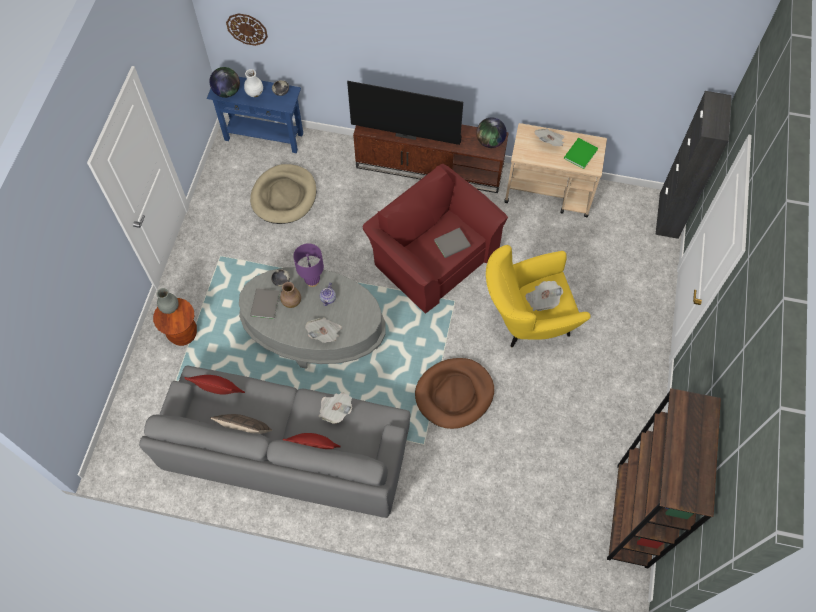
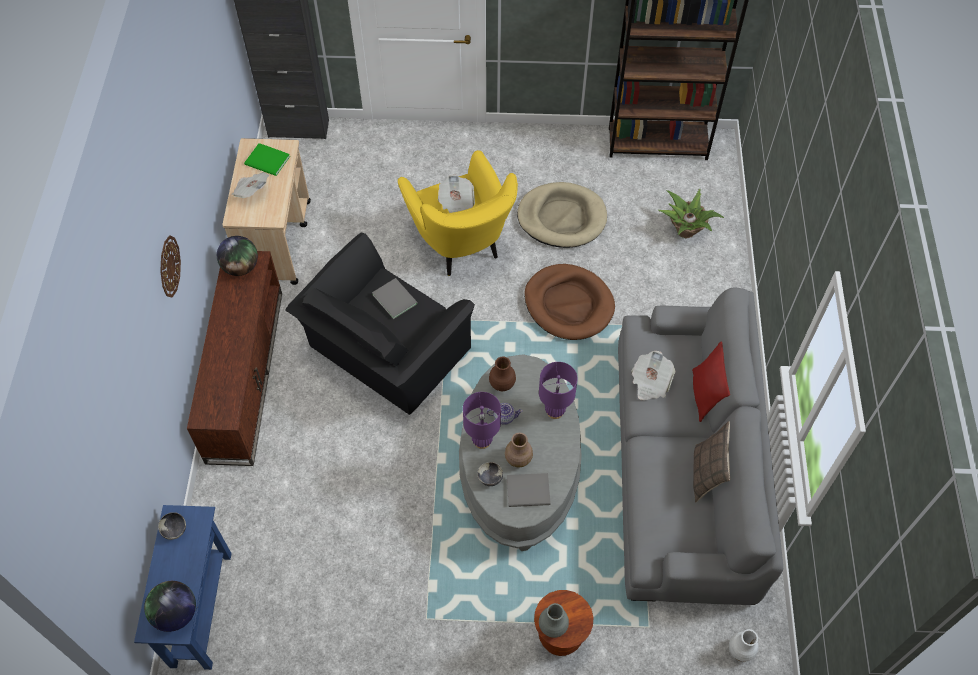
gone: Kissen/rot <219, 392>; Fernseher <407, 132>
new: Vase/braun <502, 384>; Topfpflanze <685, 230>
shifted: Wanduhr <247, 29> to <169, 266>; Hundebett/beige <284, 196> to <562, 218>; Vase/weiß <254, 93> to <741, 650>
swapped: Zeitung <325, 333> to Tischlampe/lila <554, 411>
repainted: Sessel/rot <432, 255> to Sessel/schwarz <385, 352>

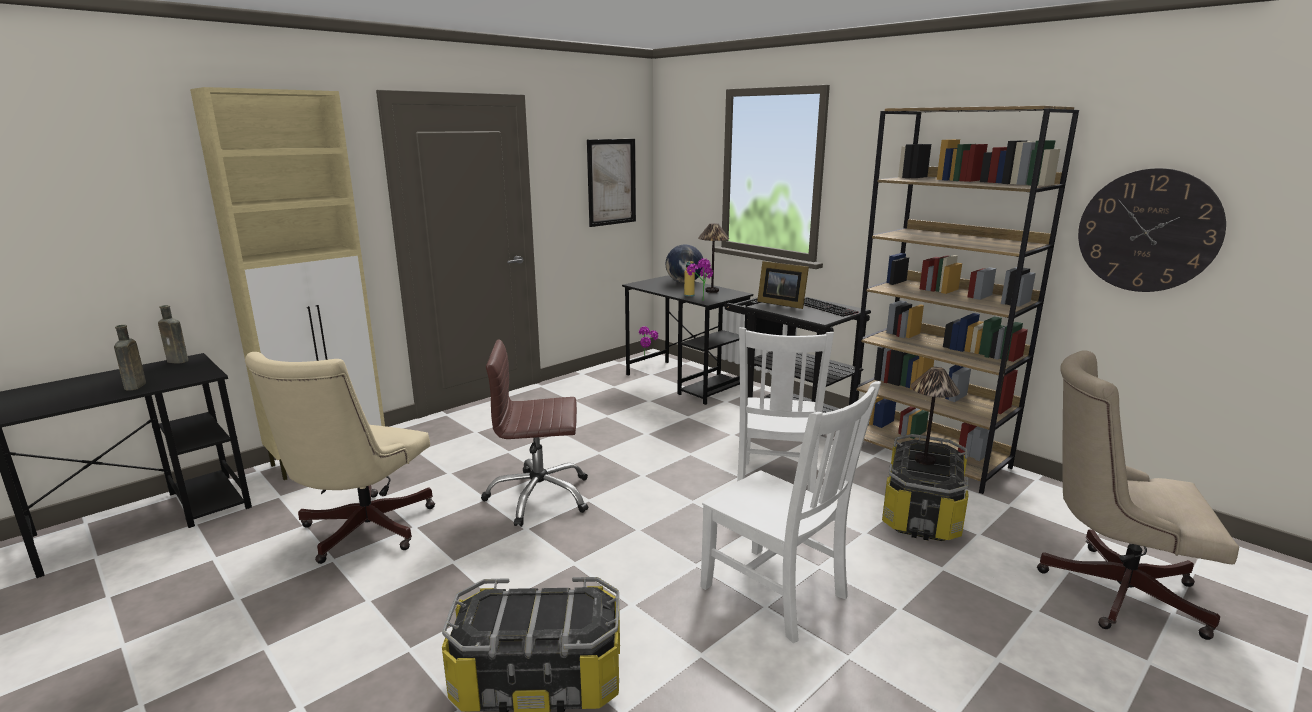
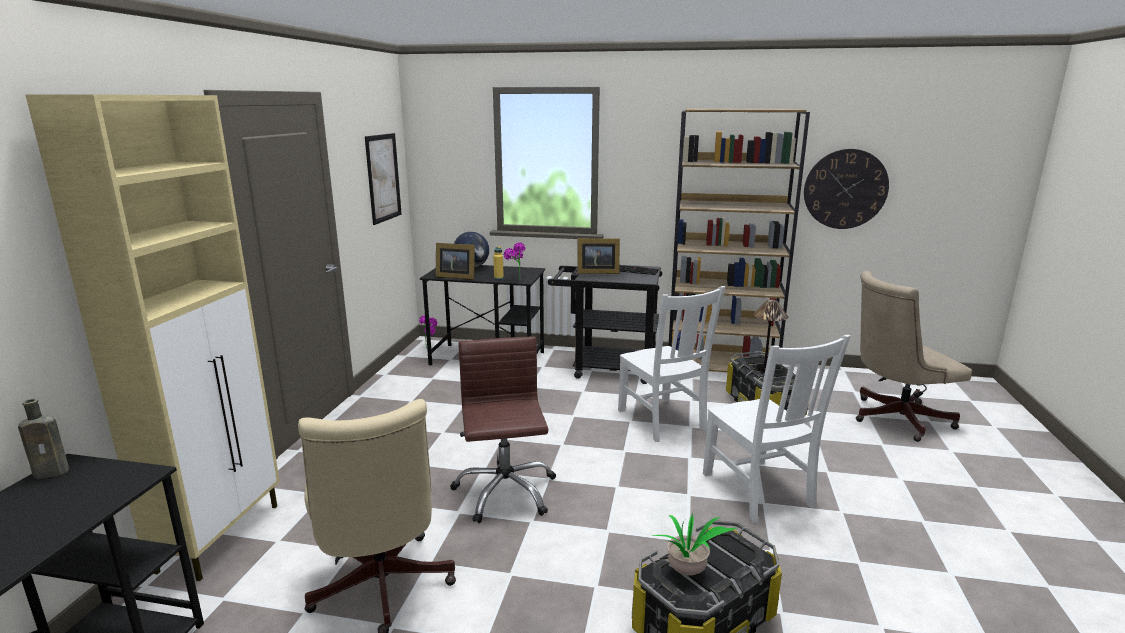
gone: Flasche/braun <134, 387>; Tischlampe <712, 291>
new: Bilderrahmen <455, 276>; Topfpflanze <688, 573>
rotated: Bürostuhl/braun <539, 497> = <504, 492> 120 degrees clockwise; Stuhl/weiß <777, 594> = <759, 492> 60 degrees clockwise

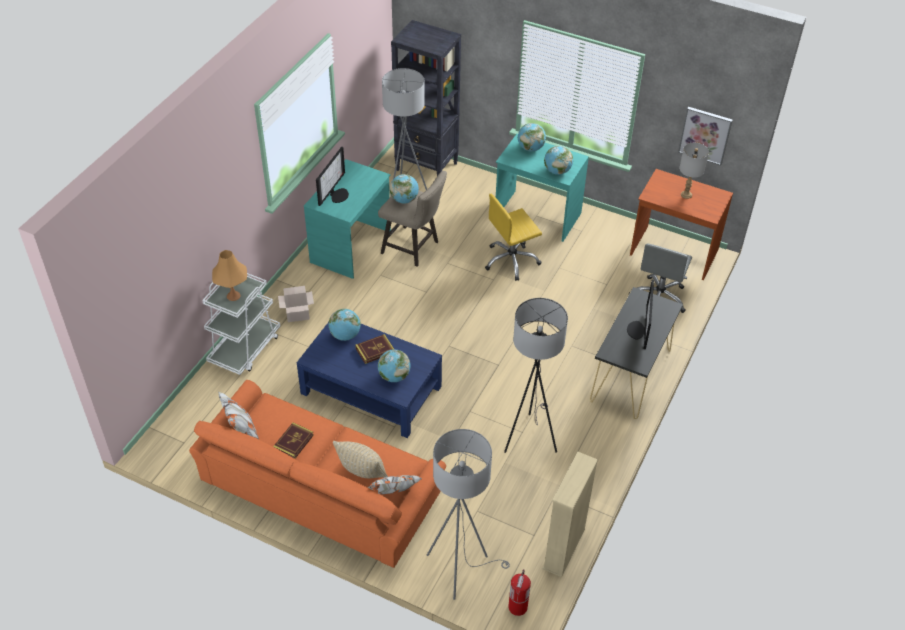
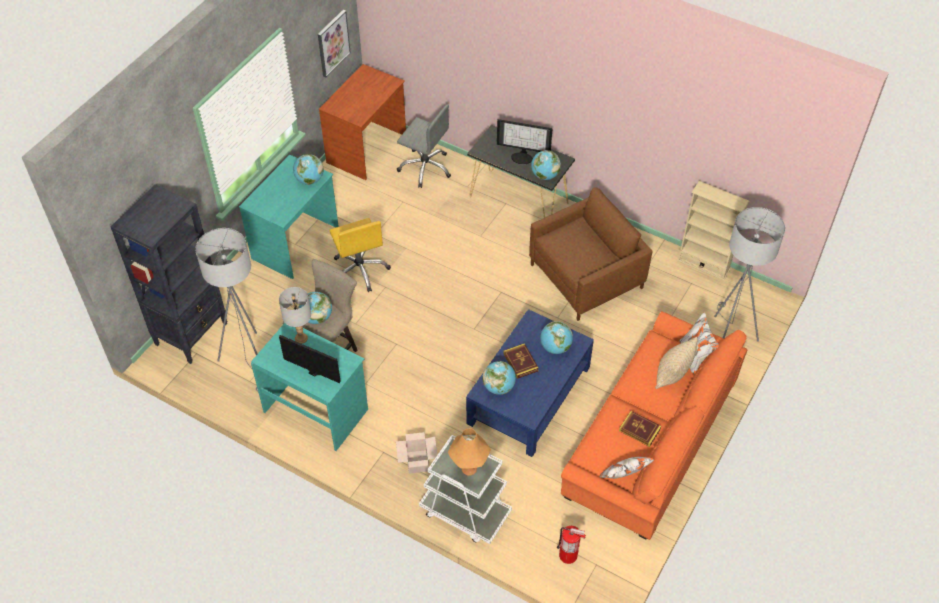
shifted: Tischlampe/grau <686, 194> to <301, 338>; Globus <530, 148> to <545, 175>; Feuerlöscher <517, 607> to <568, 555>
swapped: Stehlampe/grau <529, 435> to Sessel/braun <586, 276>

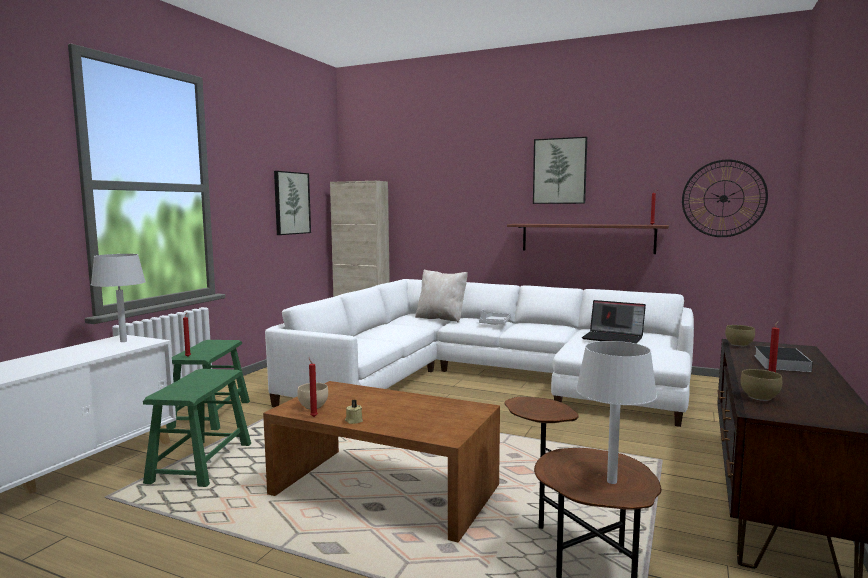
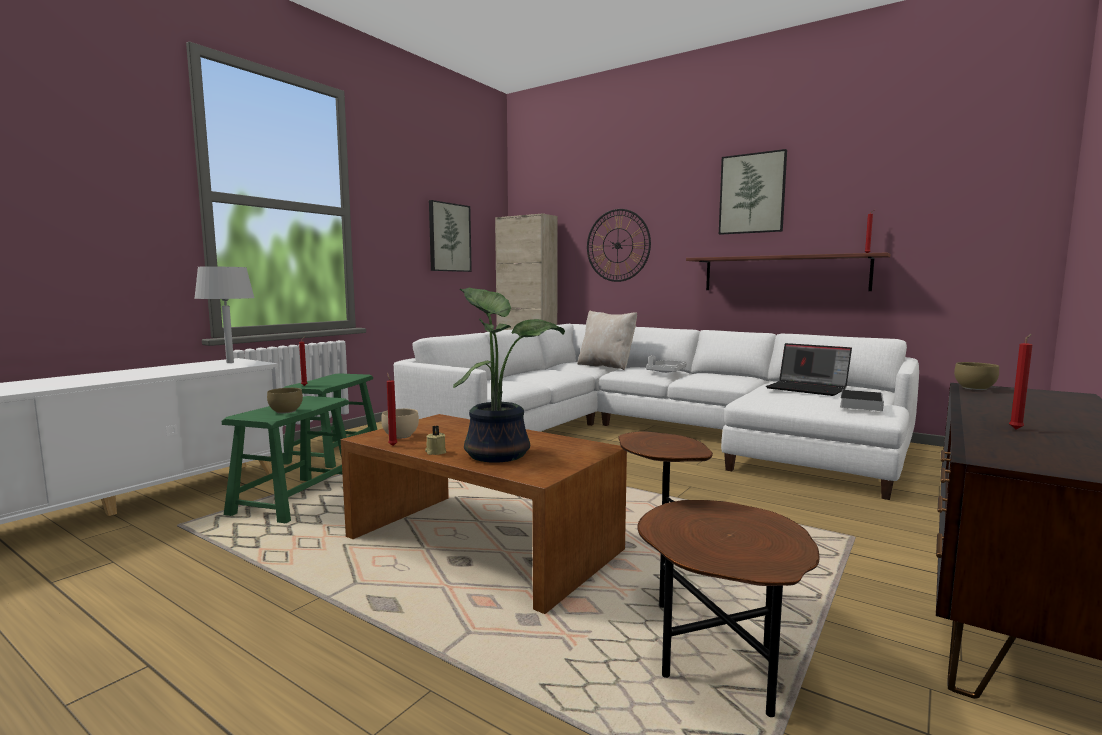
gone: Tischlampe/grau <612, 481>
new: Topfpflanze <498, 453>
shifted: Schüssel/braun <760, 397> to <287, 411>; Wanduhr <723, 198> to <617, 245>; Buch <780, 362> to <860, 404>

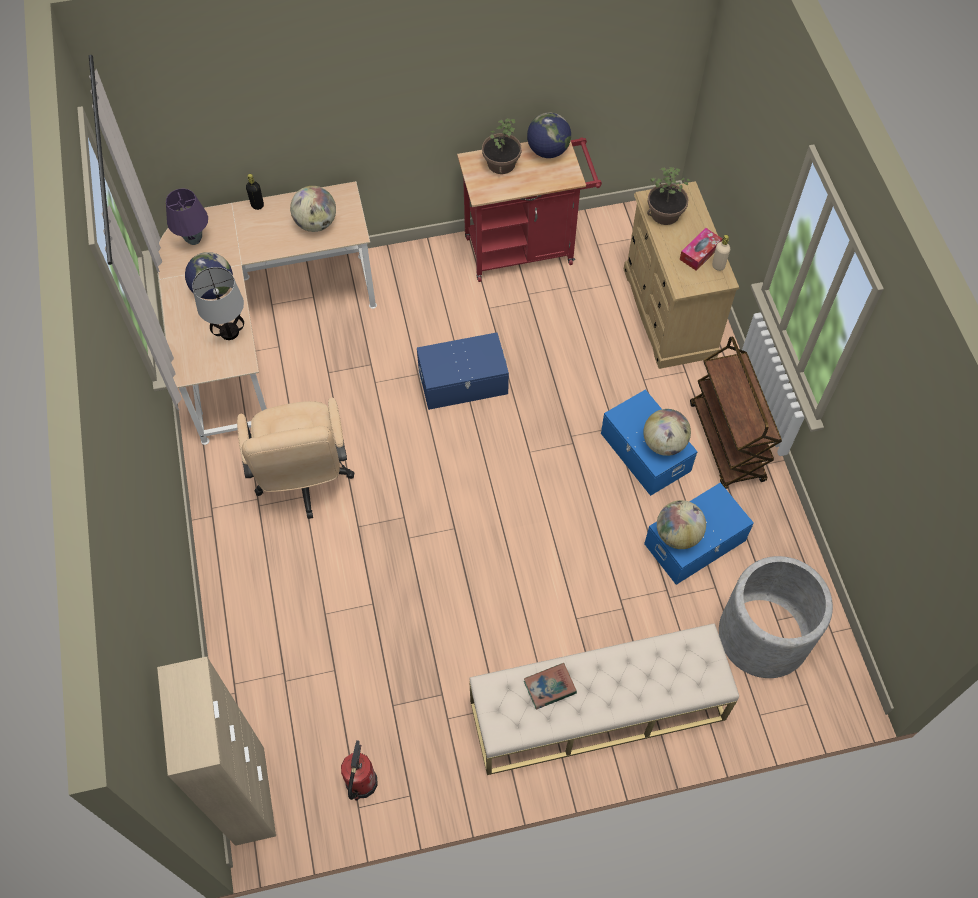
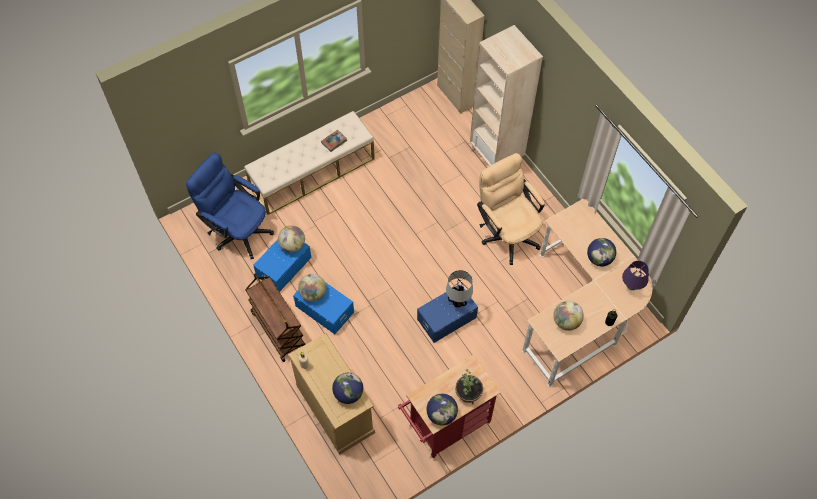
gone: Feuerlöscher <361, 783>; Taschentuchbox <699, 253>
new: Bücherregal/beige <496, 156>
shifted: Tischlampe <229, 332> to <458, 302>
swapped: Pflanzkübel/grau <763, 635> to Bürostuhl/blau <237, 230>; Topfpflanze <665, 214> to Globus <348, 393>

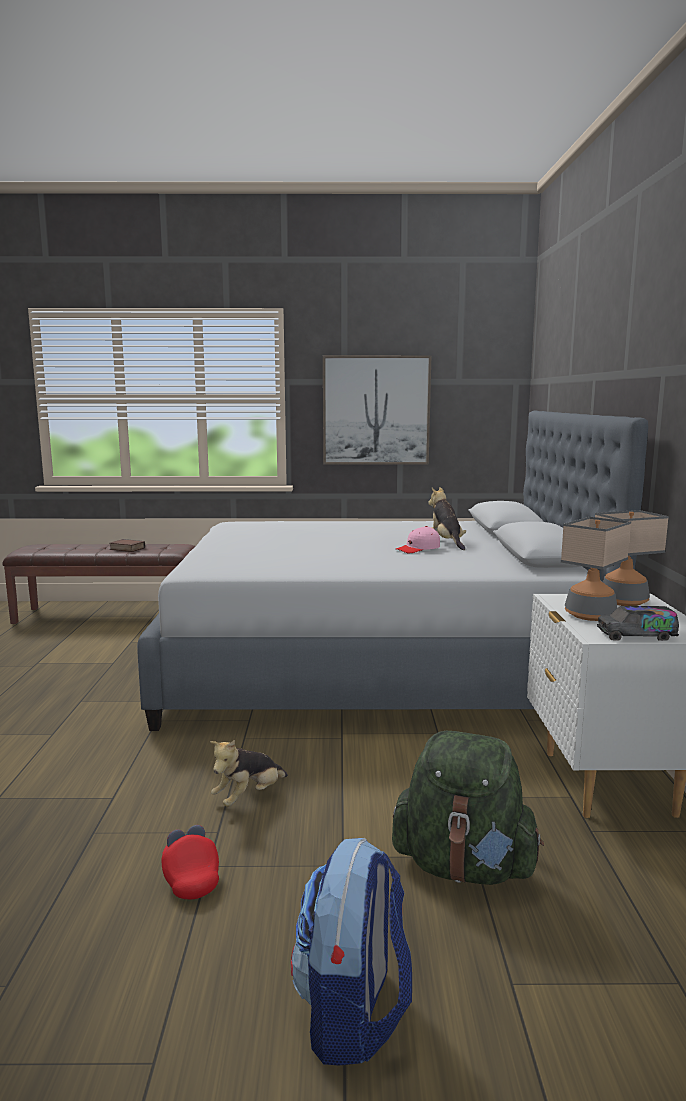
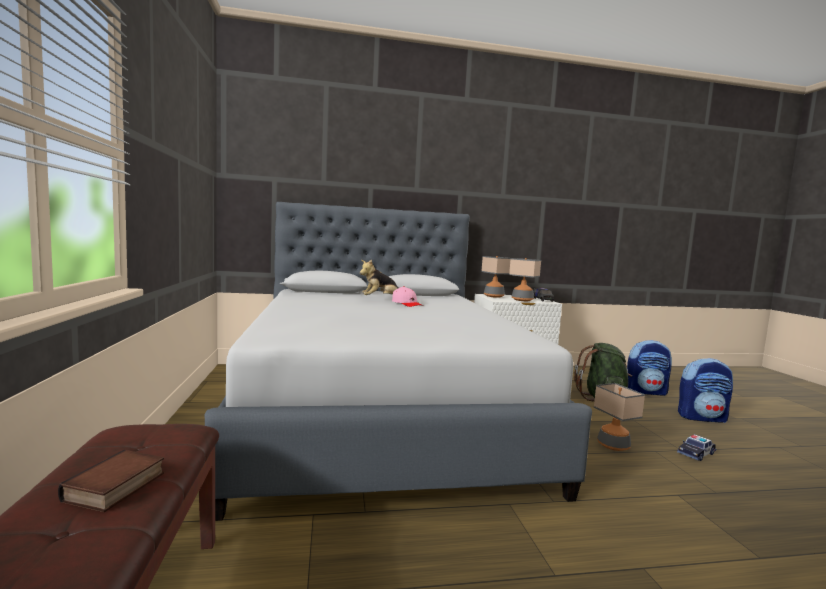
gone: Bild <376, 410>
new: Rucksack <646, 391>
swapped: Plüschtier <249, 797> to Tischlampe <613, 445>; Kappe/rot <190, 877> to Spielzeugauto <696, 453>

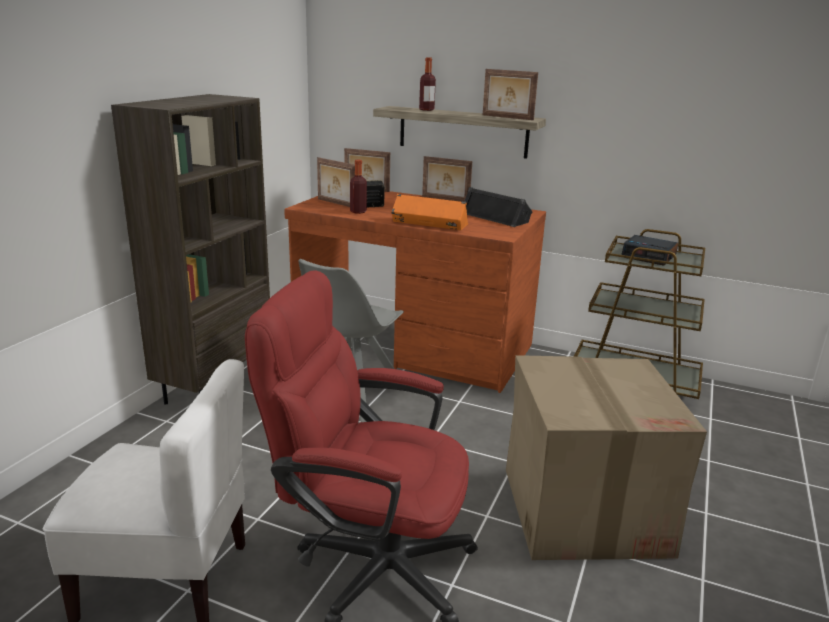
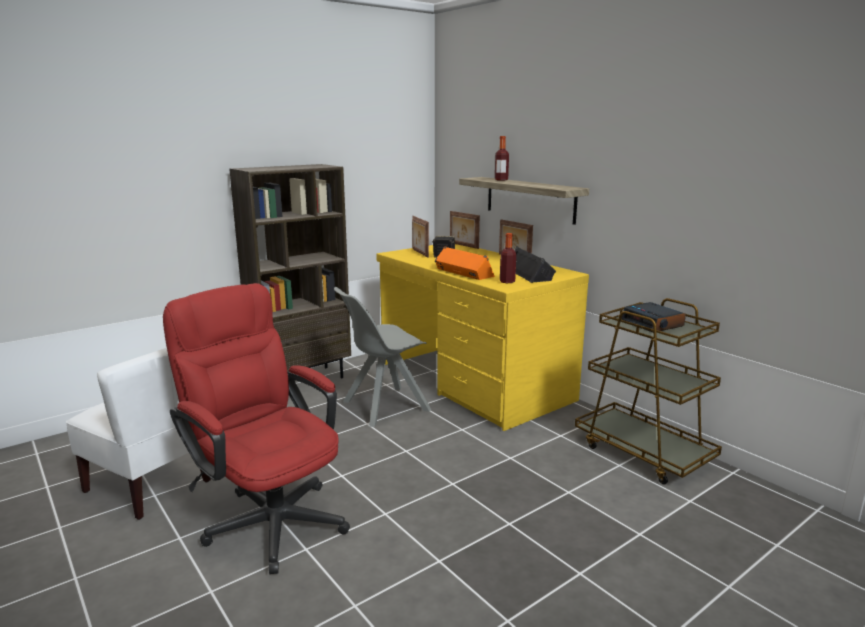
gone: Bilderrahmen <507, 117>; Karton <584, 509>
shifted: Flasche <358, 211> to <507, 281>
repainted: Schreibtisch/braun <413, 346> to Schreibtisch/gelb <473, 382>

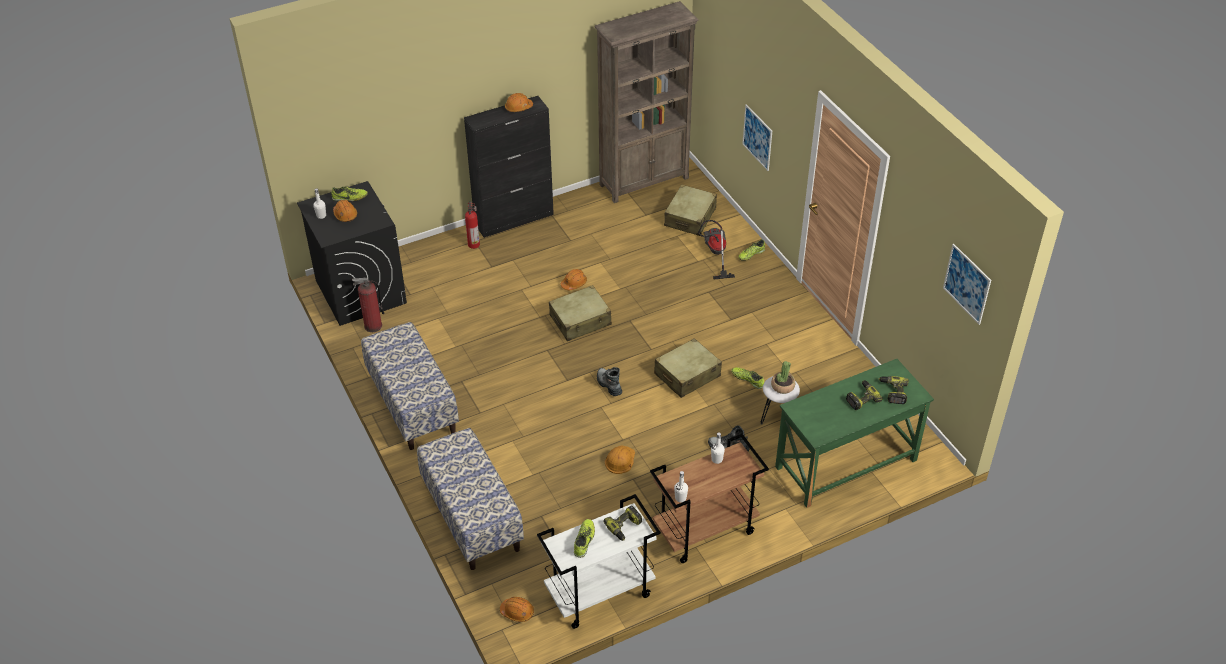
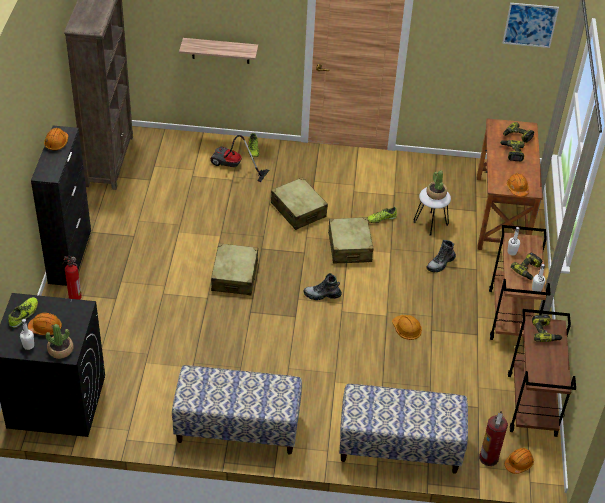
gone: Schuh <584, 540>
new: Topfpflanze <60, 350>; Bohrmaschine <528, 270>
shifted: Koffer/beige <690, 217> to <298, 210>; Feuerlöscher <373, 326> to <489, 458>; Schutzhelm/orange <574, 283> to <517, 189>
swapped: Bild <757, 137> to Wandregal <220, 50>
repainted: Schreibtisch/grün <846, 464> to Schreibtisch/braun <501, 214>; Rollwagen/weiß <599, 594> to Rollwagen/braun <532, 405>

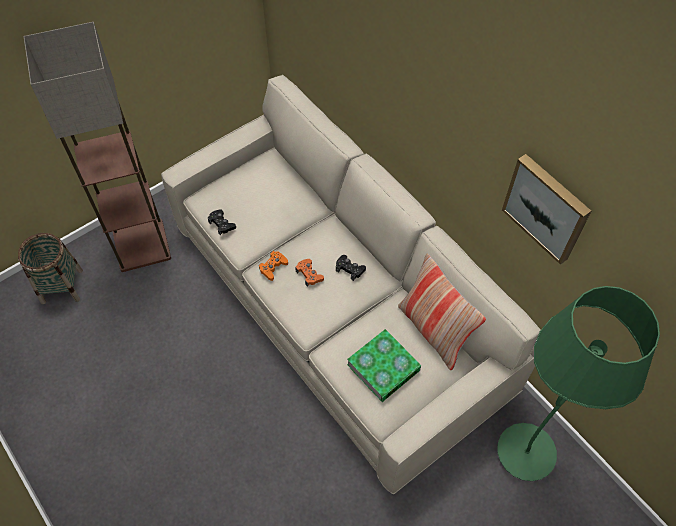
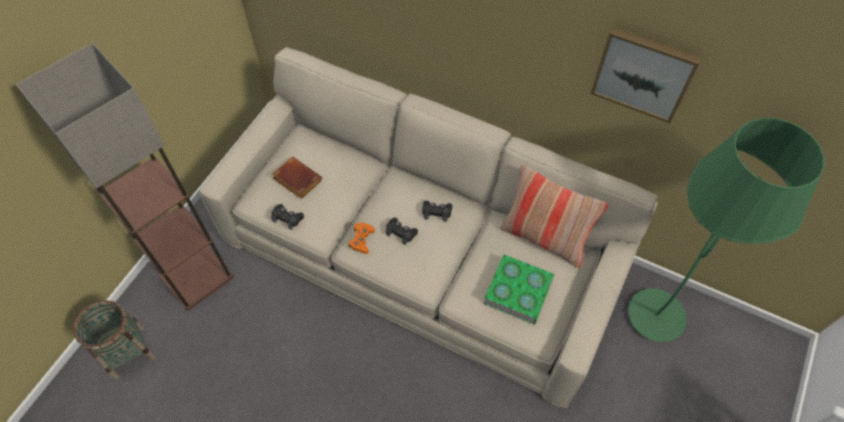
new: Buch/braun <295, 180>
repainted: Gamepad/orange <309, 274> to Gamepad/schwarz <401, 232>

